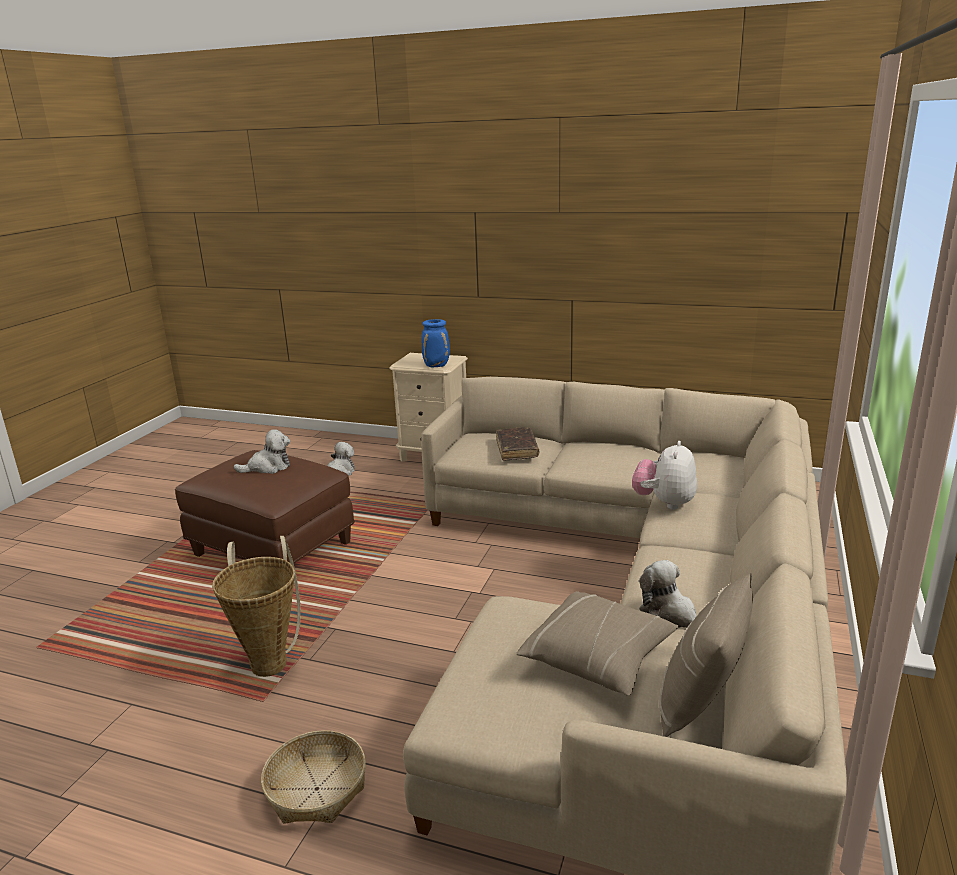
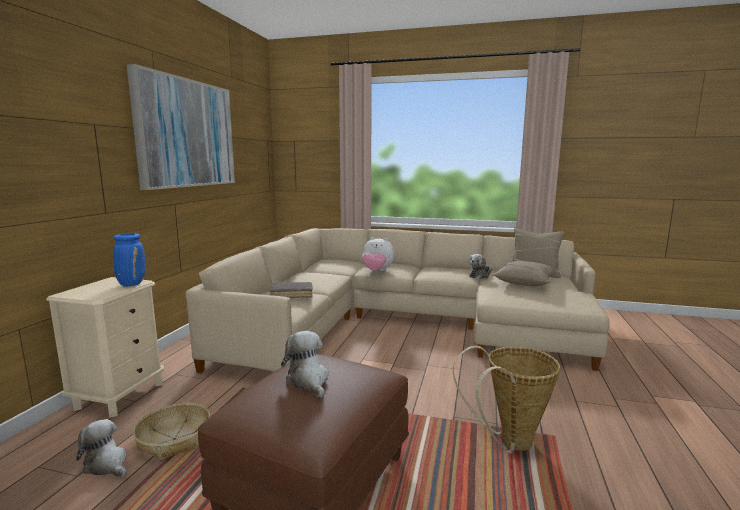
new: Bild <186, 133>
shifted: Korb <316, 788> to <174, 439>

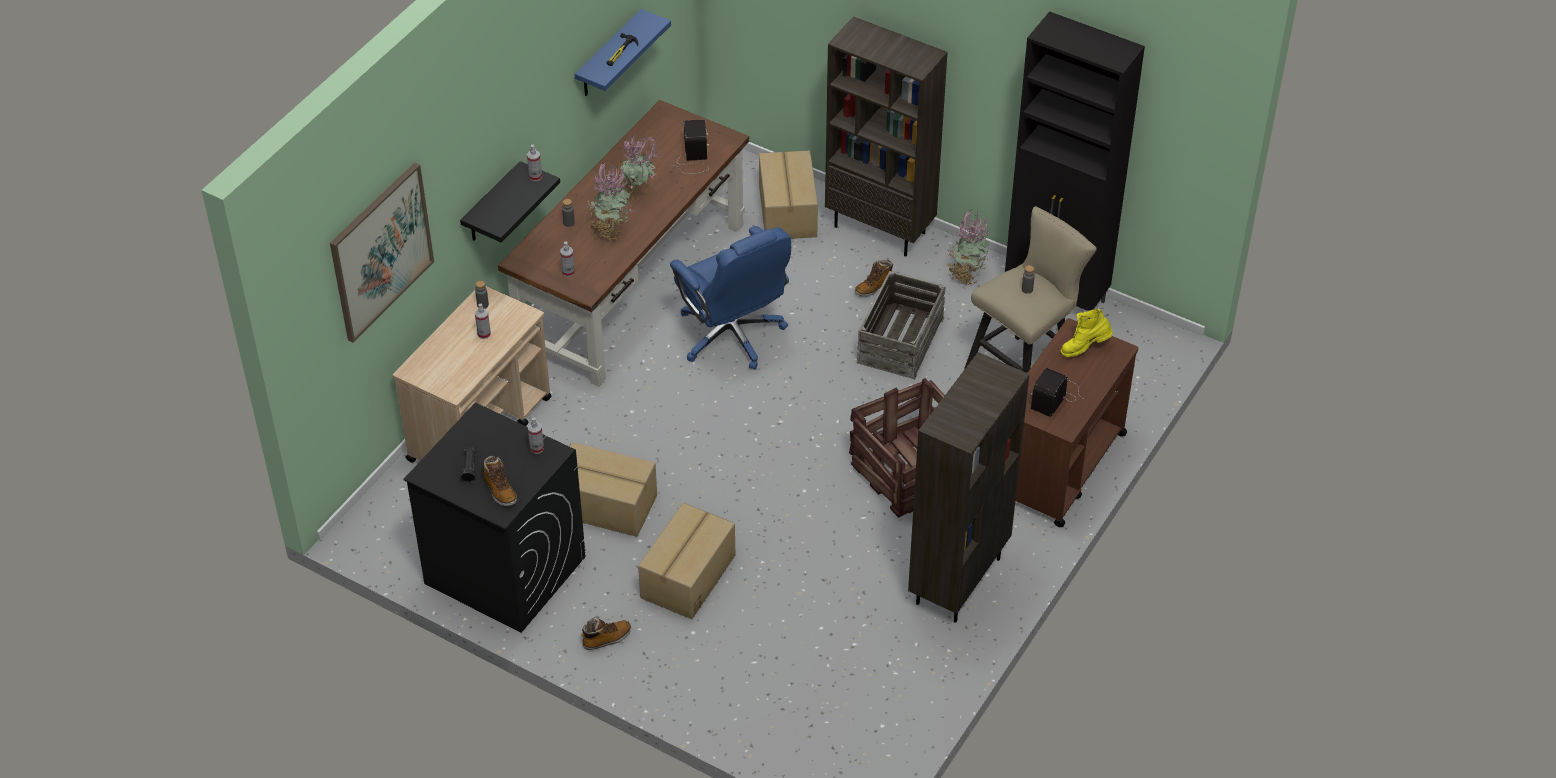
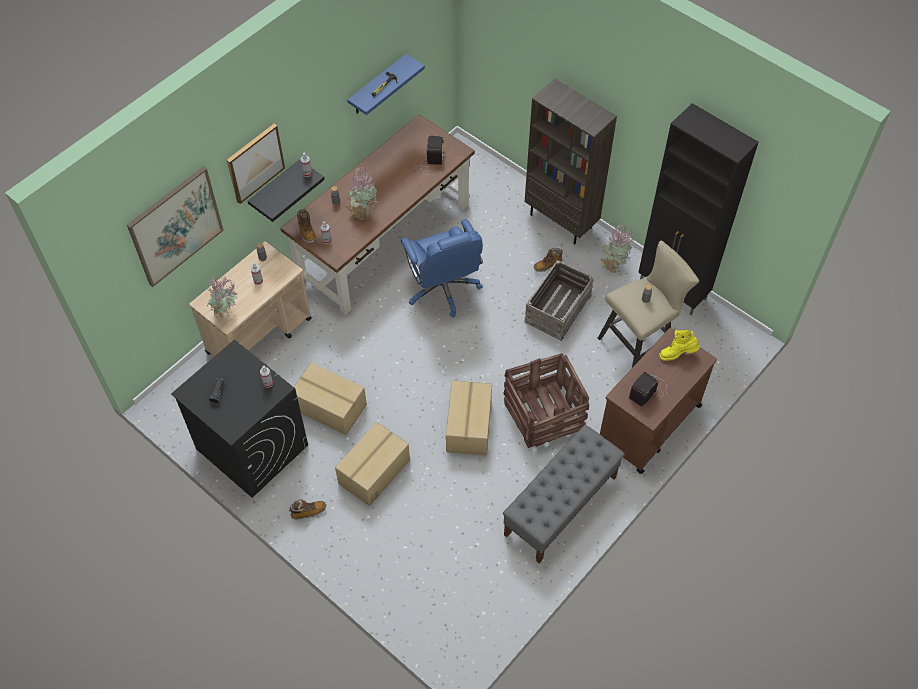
new: Bild <255, 163>
shifted: Topfpflanze <638, 195> to <226, 313>; Stiefel <499, 490> to <307, 231>; Karton <786, 211> to <468, 426>
swapped: Bücherregal/braun <959, 582> to Bank/grau <560, 506>

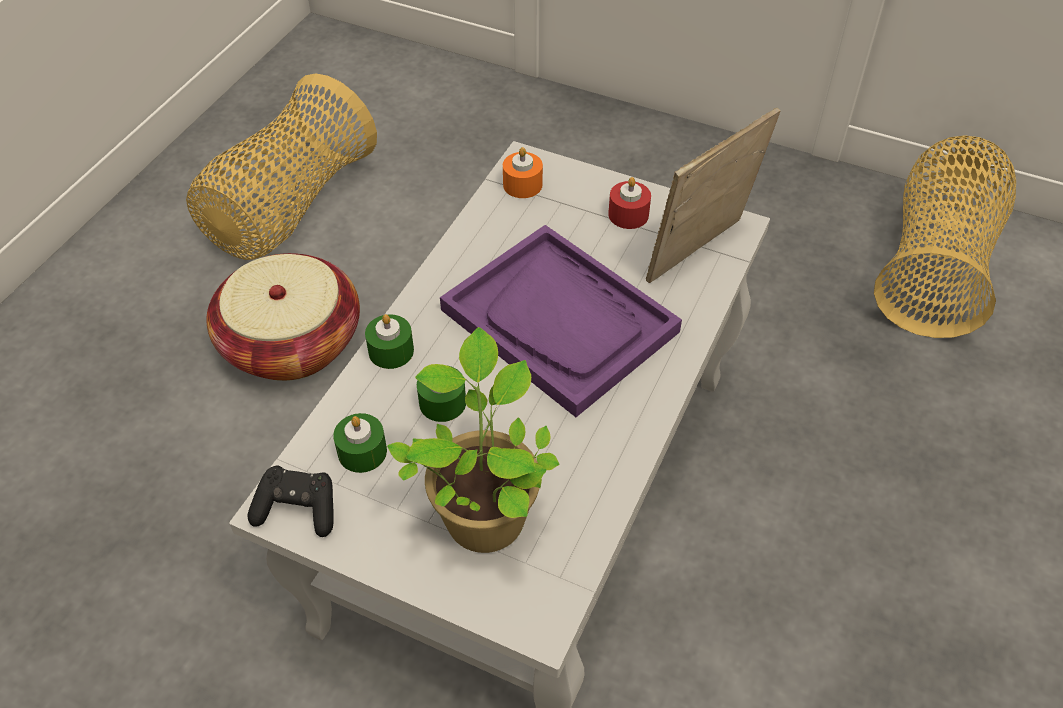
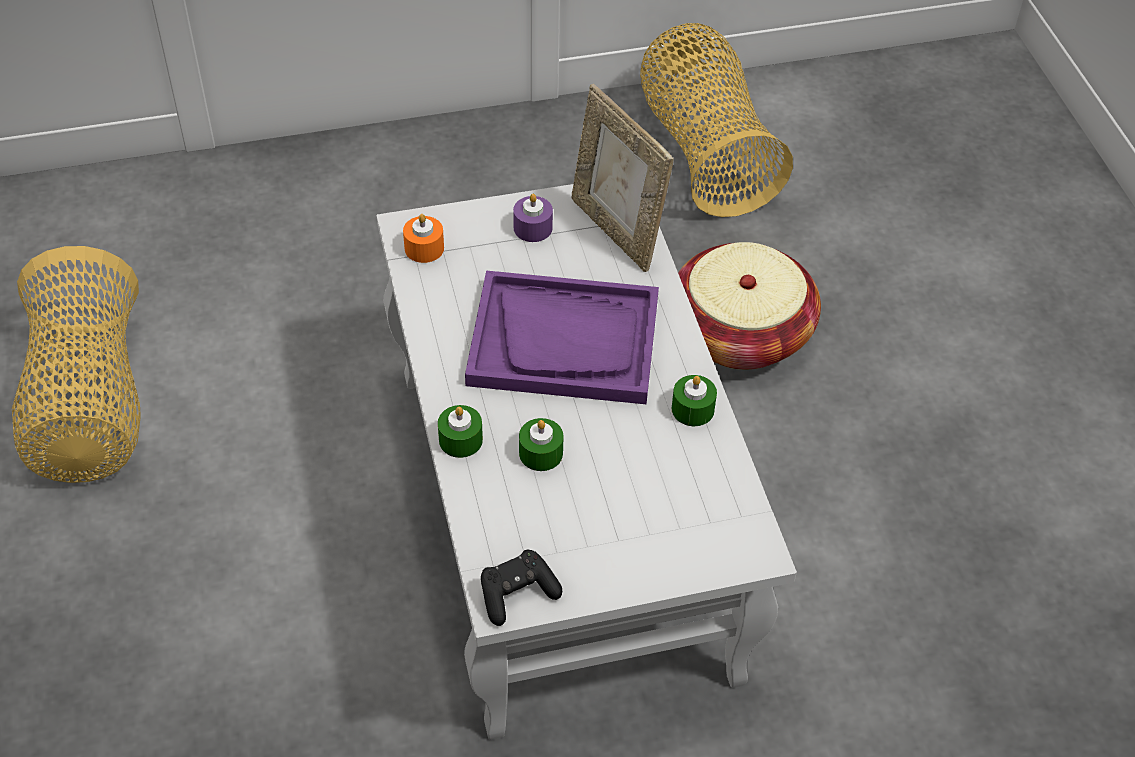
gone: Topfpflanze <484, 513>
shifted: Kerze/grün <362, 452> to <692, 409>; Korb <292, 343> to <740, 333>
repainted: Kerze/rot <628, 215> to Kerze/lila <533, 228>
rotated: Bilderrahmen <700, 255> = <616, 231> 45 degrees counterclockwise

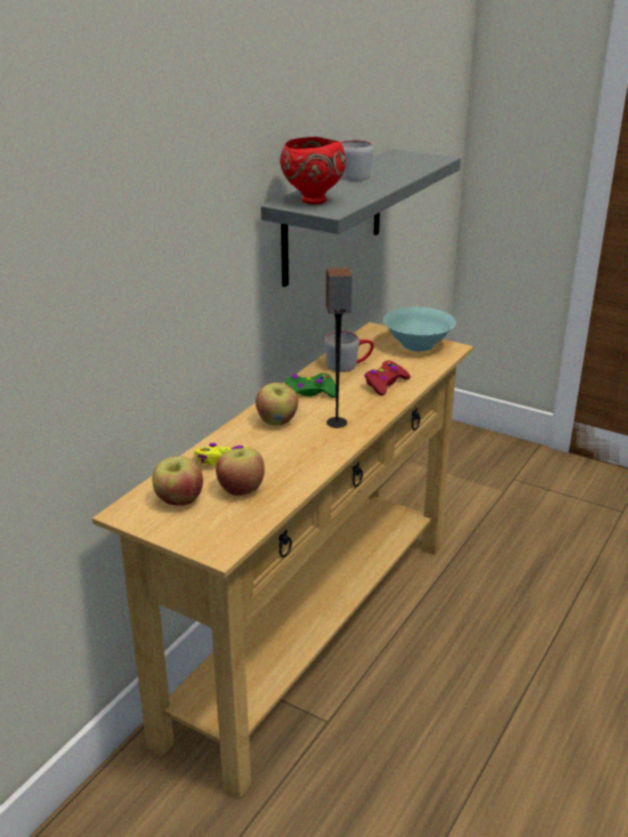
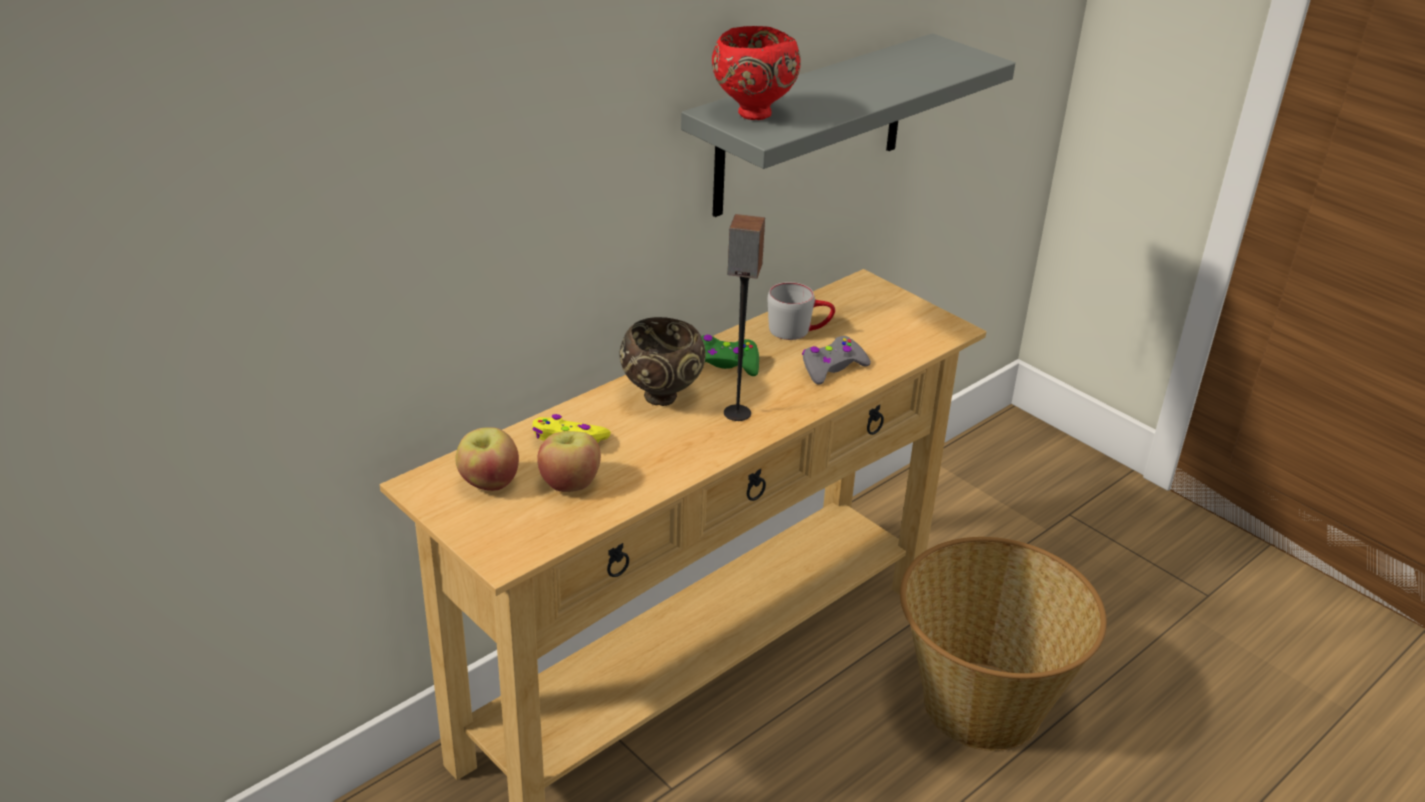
gone: Henkelbecher/grau <357, 175>; Schüssel/türkis <418, 345>
new: Korb <981, 703>
swapped: Apfel <277, 421> to Schüssel/braun <663, 397>
repainted: Gamepad/rot <385, 384> to Gamepad/grau <832, 368>

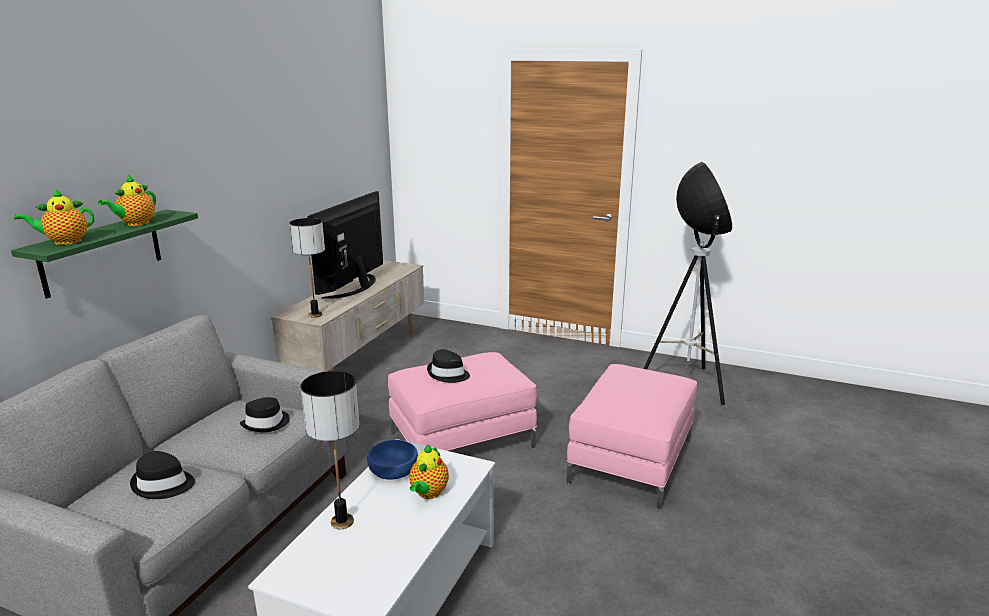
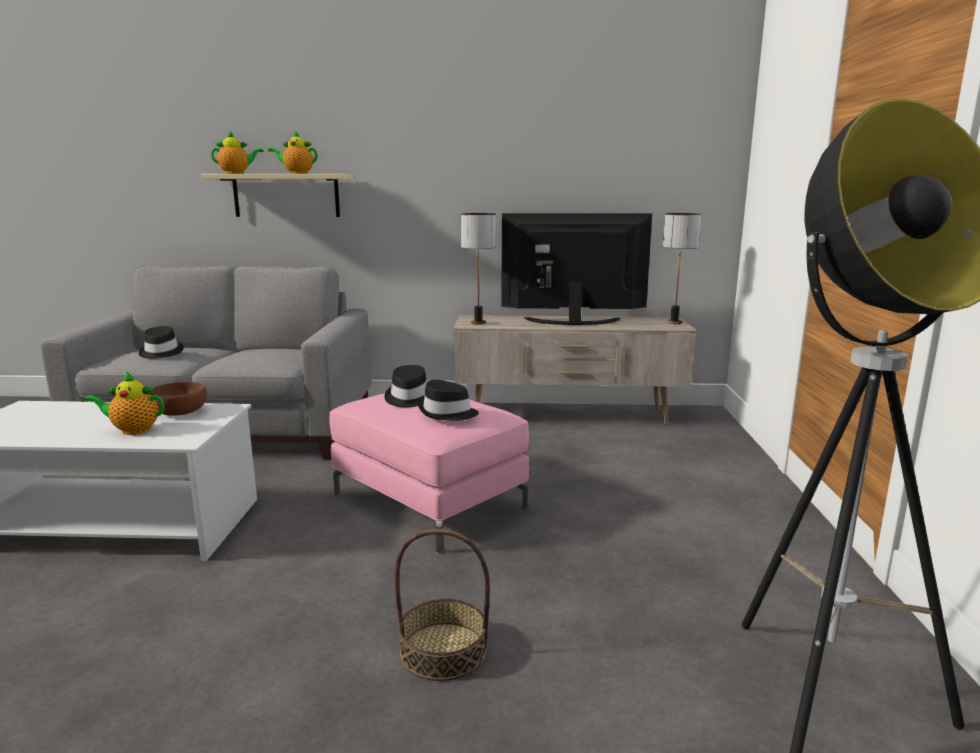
shifted: Hut/schwarz <266, 423> to <447, 413>; Tischlampe <342, 521> to <674, 322>
swapped: Polsterhocker/rosa <631, 461> to Korb <443, 650>
repainted: Schüssel/blau <394, 472> to Schüssel/braun <179, 412>; Wandregal/grün <102, 252> to Wandregal/beige <286, 195>
rotated: Teekanne <64, 242> = <237, 173> 120 degrees clockwise

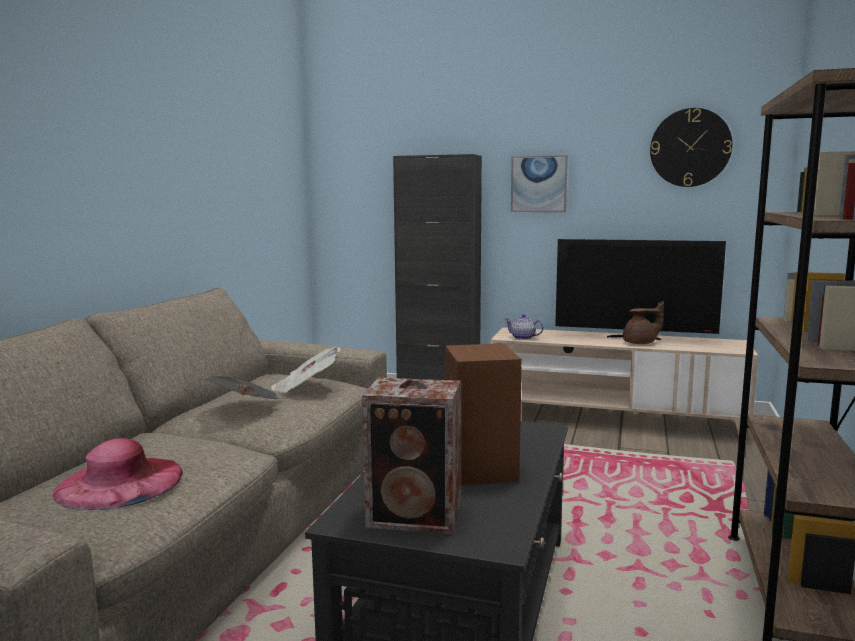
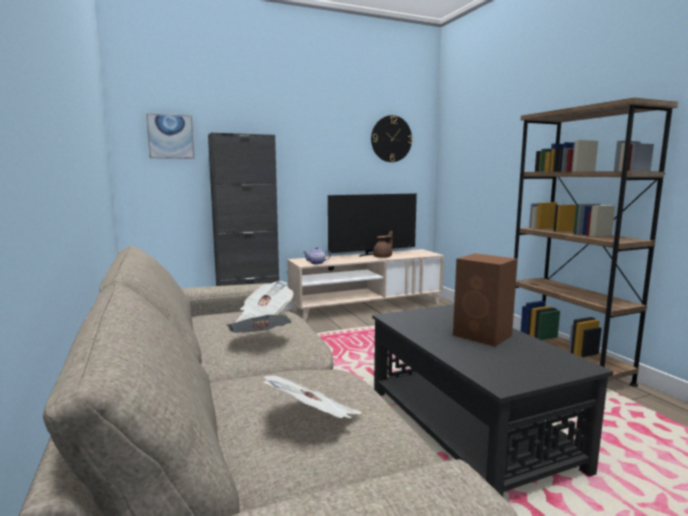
gone: Lautsprecher <417, 516>
shifted: Bild <539, 184> to <170, 136>
swapped: Hut/rosa <120, 482> to Zeitung <314, 421>

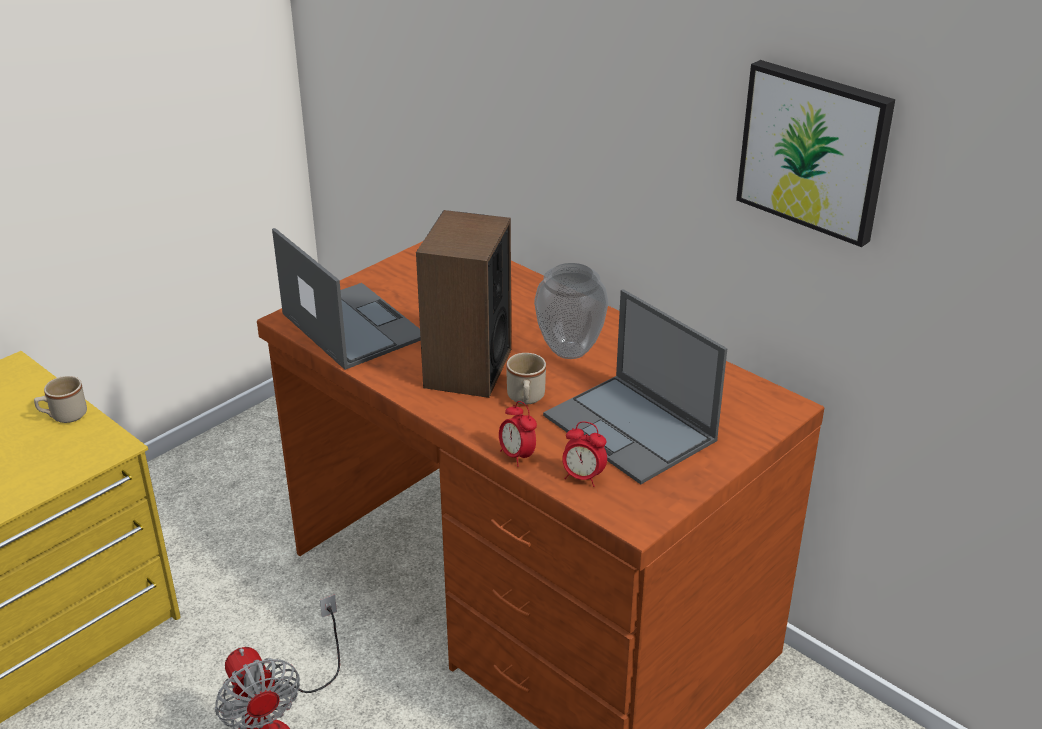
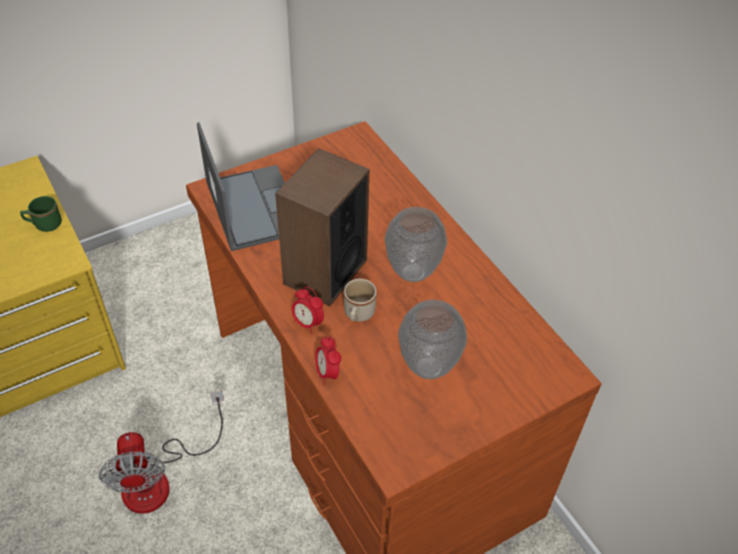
gone: Bild <815, 150>
shifted: Wecker <583, 477> to <308, 323>
swapped: Laptop <631, 429> to Vase <429, 367>
repainted: Henkelbecher/beige <64, 416> to Henkelbecher/grün <44, 224>

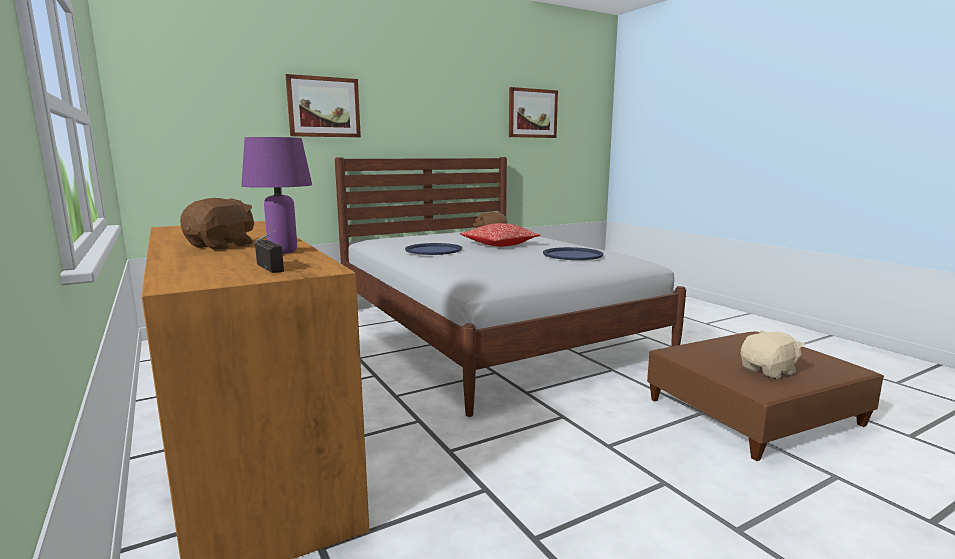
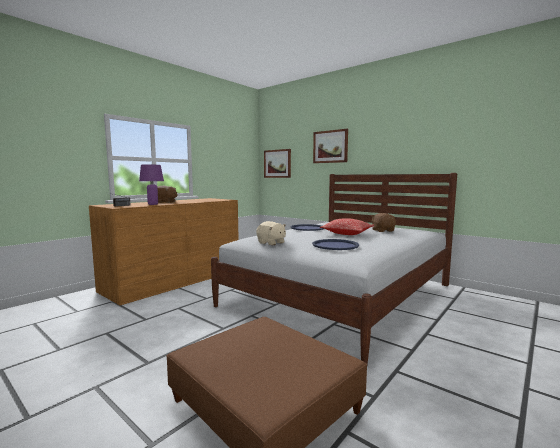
shifted: Plüschtier/beige <768, 371> to <271, 243>; Bild <532, 113> to <277, 163>

